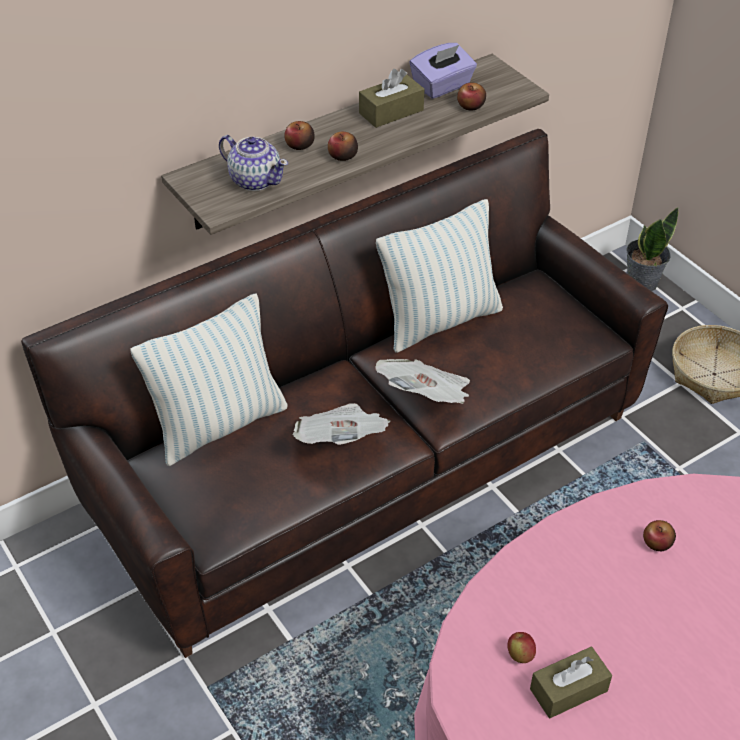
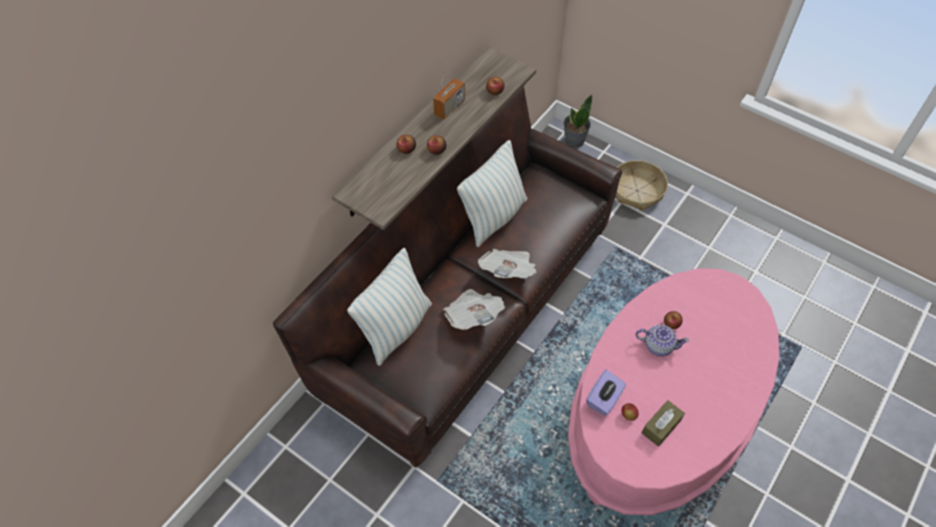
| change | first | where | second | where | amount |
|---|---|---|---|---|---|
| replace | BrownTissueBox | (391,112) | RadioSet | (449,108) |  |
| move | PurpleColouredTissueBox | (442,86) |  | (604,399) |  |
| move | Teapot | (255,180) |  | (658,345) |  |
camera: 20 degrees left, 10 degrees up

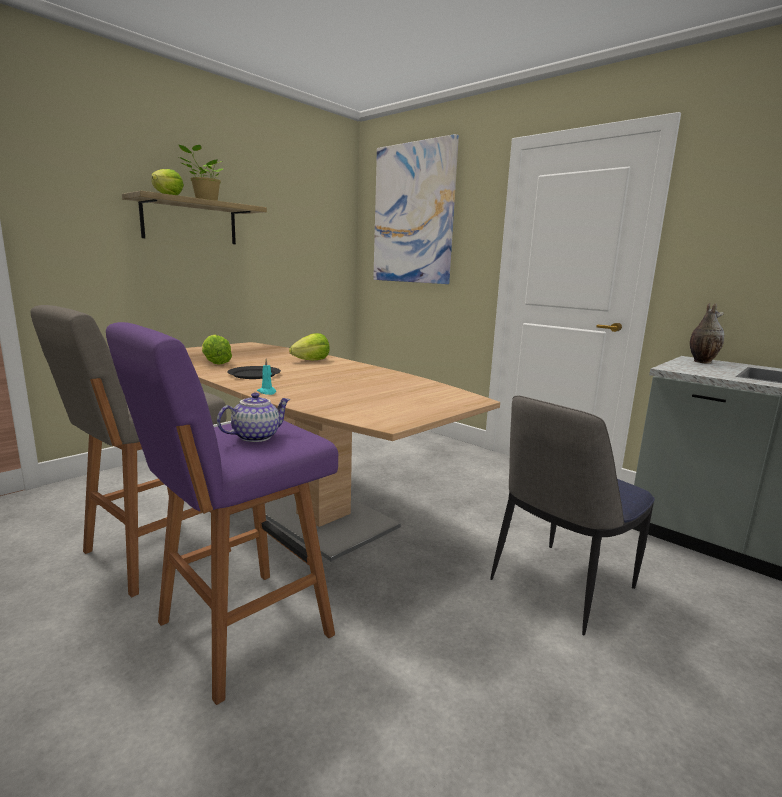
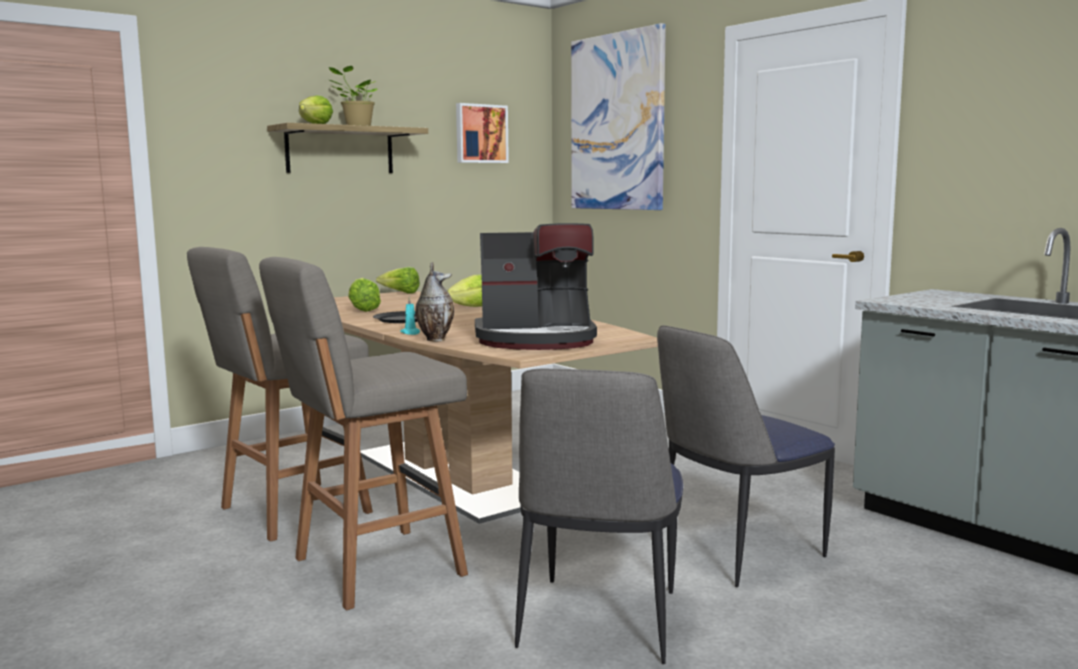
| change | first | where | second | where | amount |
|---|---|---|---|---|---|
| recolor | PurpleColouredStool | (239,631) | GreyStool | (373,568) |  |
| insert |  |  | HeadOfLettuce | (400,293) |  |
| move | DecorativeVase | (701,362) |  | (435,339) |  |
| insert |  |  | WallArt | (480,134) |  |
| insert |  |  | CoffeeBrewer | (536,340) |  |
| insert |  |  | UprightChair | (598,622) |  |
| delete | Teapot | (256,436) |  |  |  |
camera: 10 degrees right, 5 degrees down

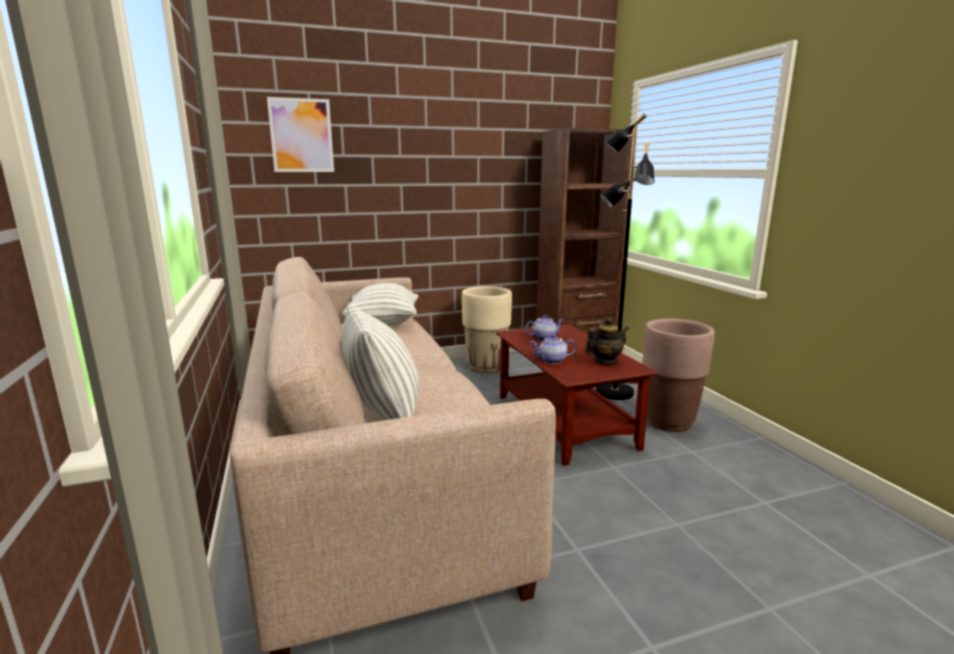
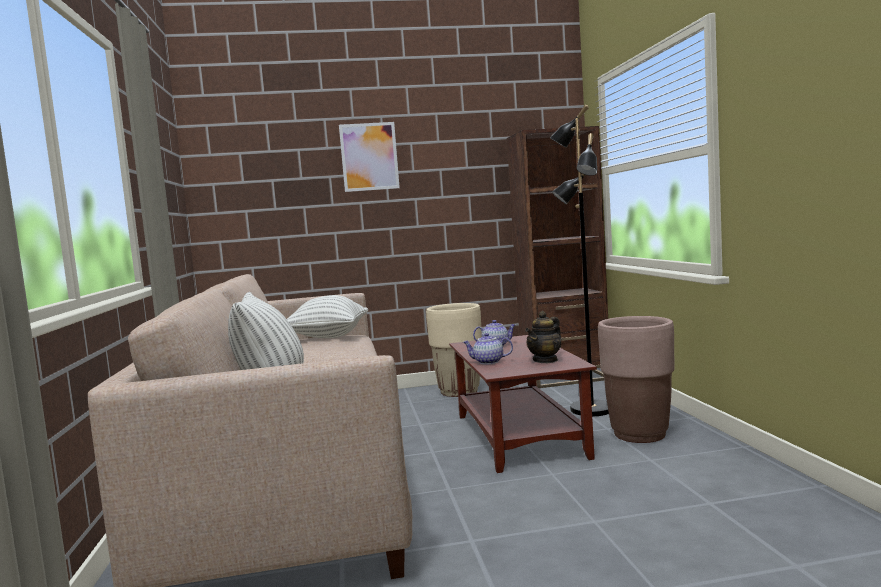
| change | first | where | second | where | amount |
|---|---|---|---|---|---|
| move | WallArt | (301,135) |  | (369,157) |  |
| rotate | Teapot | (605,361) |  | (545,360) | 150 degrees clockwise |
camera: 10 degrees right, 10 degrees down

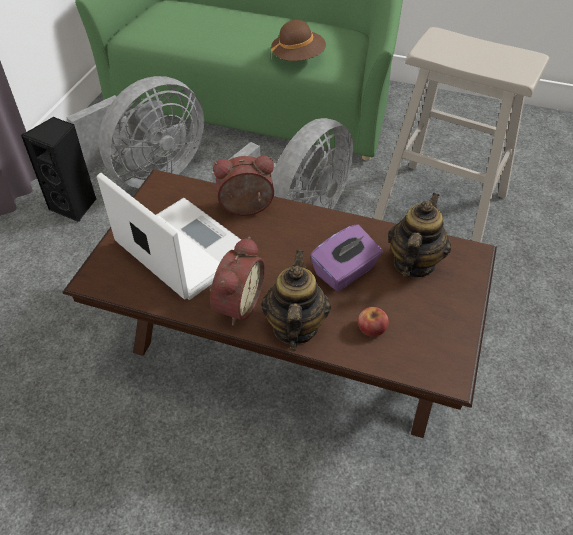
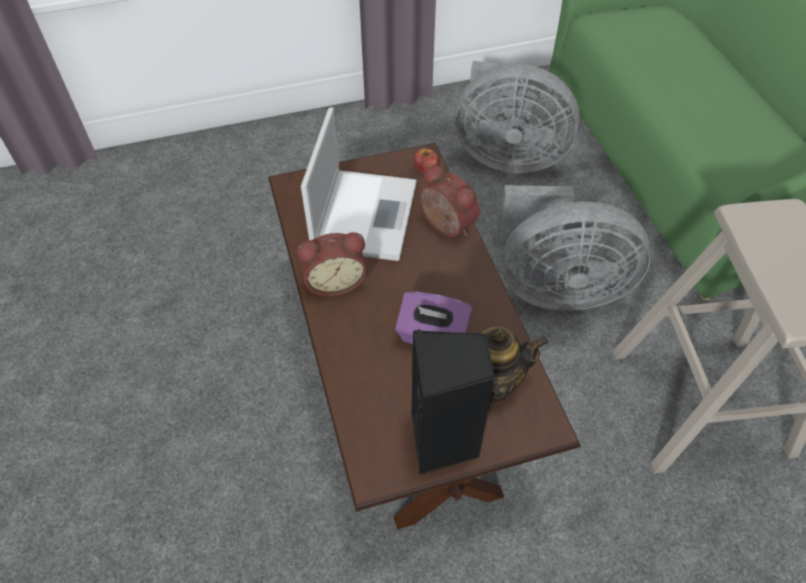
| change | first | where | second | where | amount |
|---|---|---|---|---|---|
| move | BlackColouredAudioSpeaker | (75,206) |  | (444,441) |  |
| move | Apple | (371,328) |  | (426,167) |  |
| delete | Teapot | (294,327) |  |  |  |
| delete | BrownHat | (298,58) |  |  |  |
camera: 55 degrees right, 5 degrees up

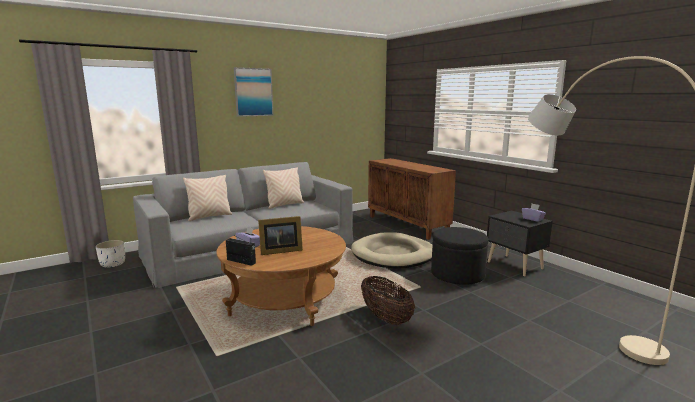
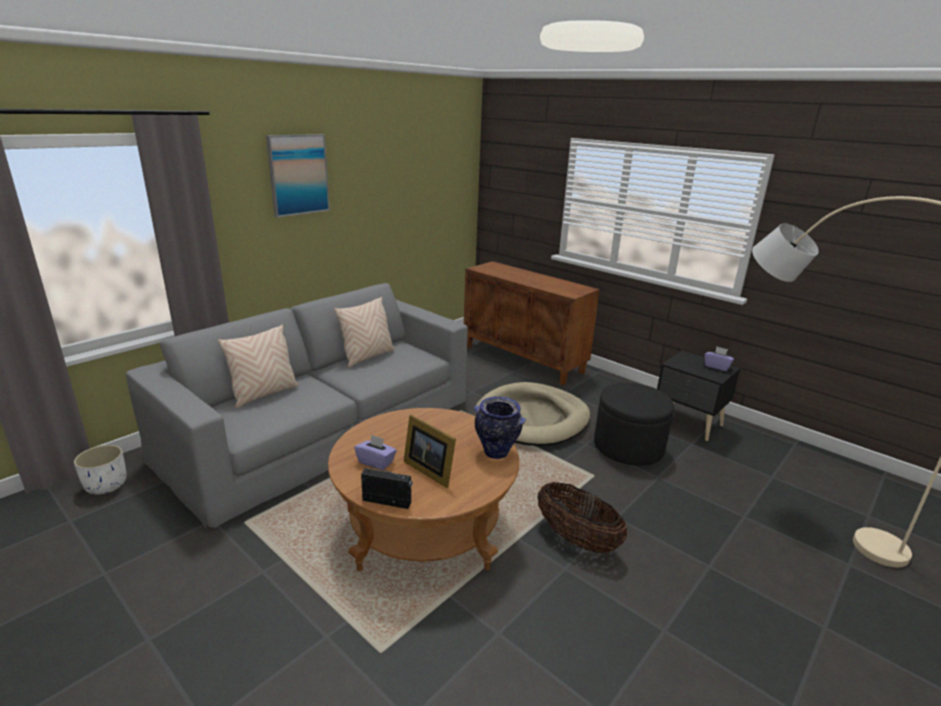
| change | first | where | second | where | amount |
|---|---|---|---|---|---|
| rotate | PictureFrame | (279,251) |  | (429,469) | 75 degrees clockwise |
| insert |  |  | DecorativeVase | (497,453) |  |
camera: 15 degrees left, 10 degrees up

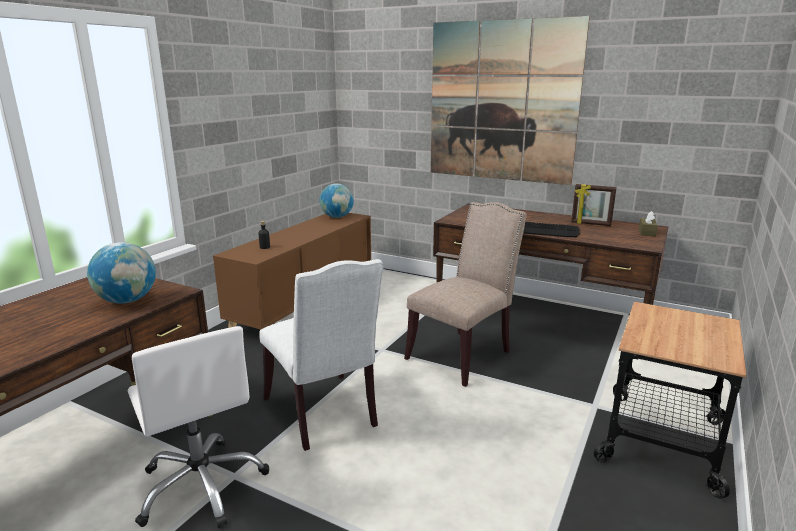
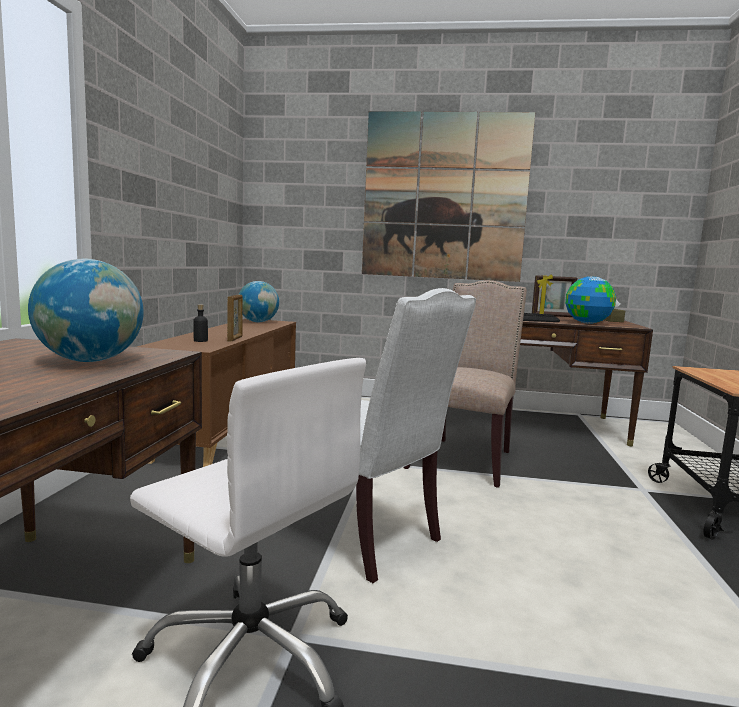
| change | first | where | second | where | amount |
|---|---|---|---|---|---|
| insert |  |  | PictureFrame | (235,339) |  |
| insert |  |  | DeskGlobe | (587,323) |  |
camera: 20 degrees left, 10 degrees down

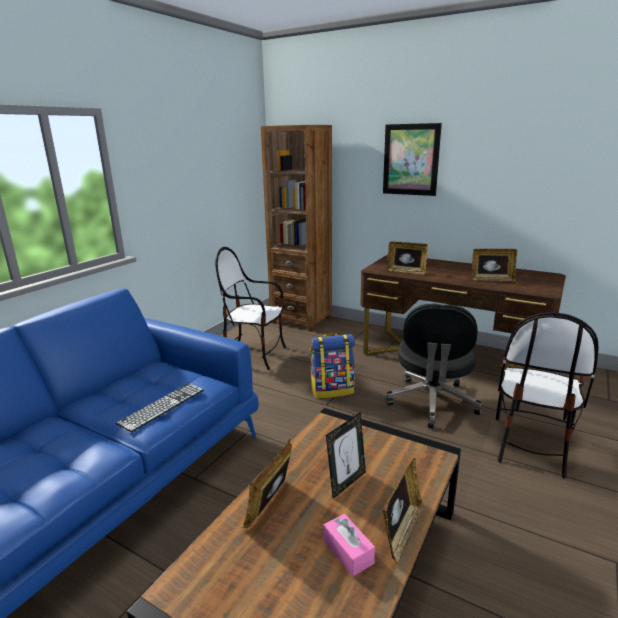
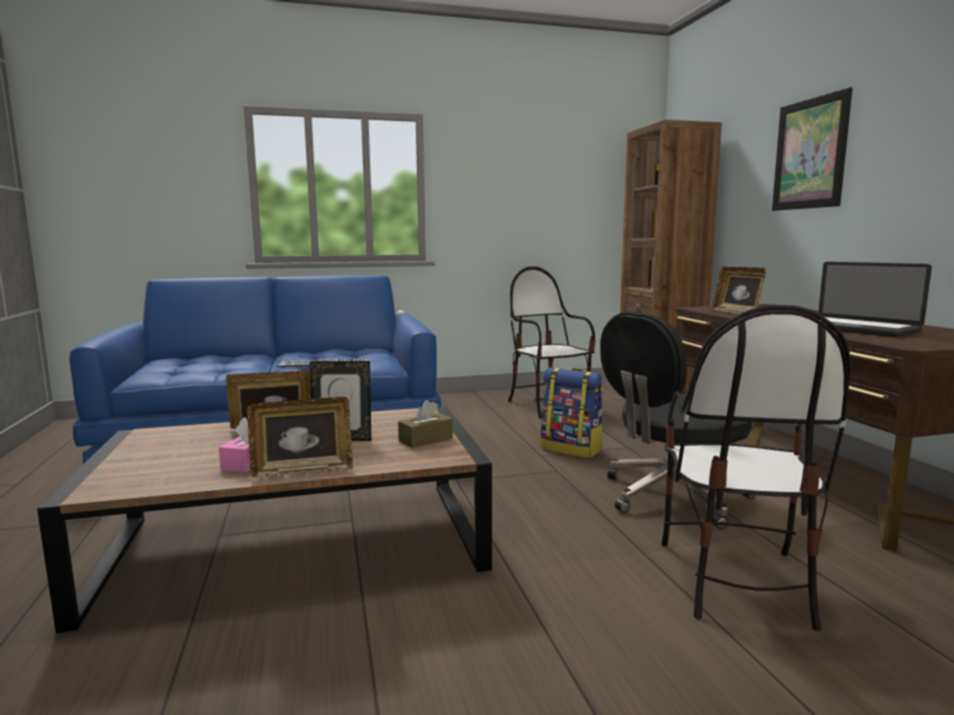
| change | first | where | second | where | amount |
|---|---|---|---|---|---|
| insert |  |  | BrownTissueBox | (426,440) |  |
| rotate | UprightChair | (530,445) |  | (735,580) | 60 degrees counterclockwise |
| replace | PictureFrame | (491,279) | Laptop | (854,329) |  |
camera: 45 degrees right, 10 degrees down

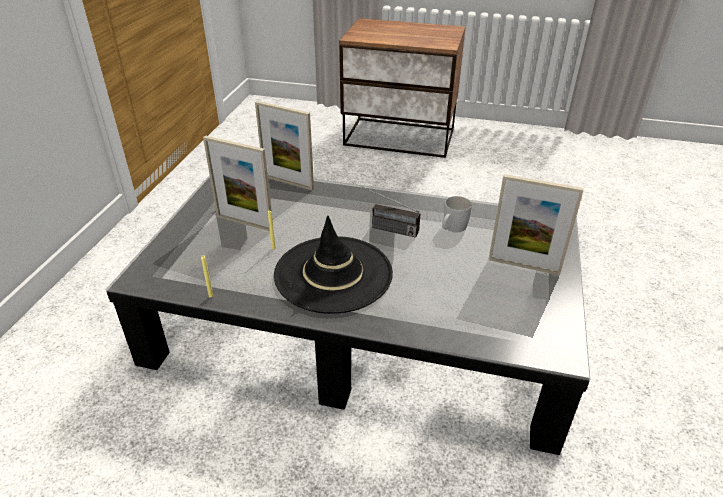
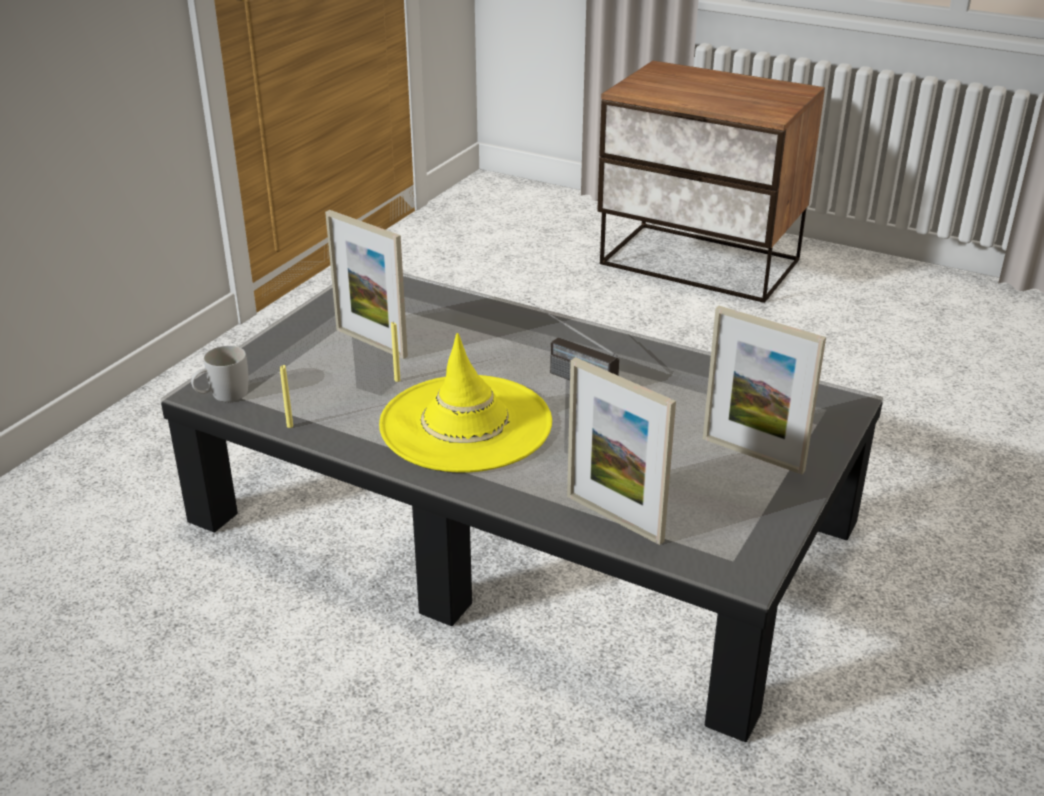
| change | first | where | second | where | amount |
|---|---|---|---|---|---|
| move | WhiteMug | (452,228) |  | (222,395) |  |
| recolor | BlackColouredHat | (333,274) | YellowColouredHat | (466,424) |  |
| move | PictureFrame | (288,182) |  | (614,518) |  |
camera: 15 degrees right, 5 degrees down

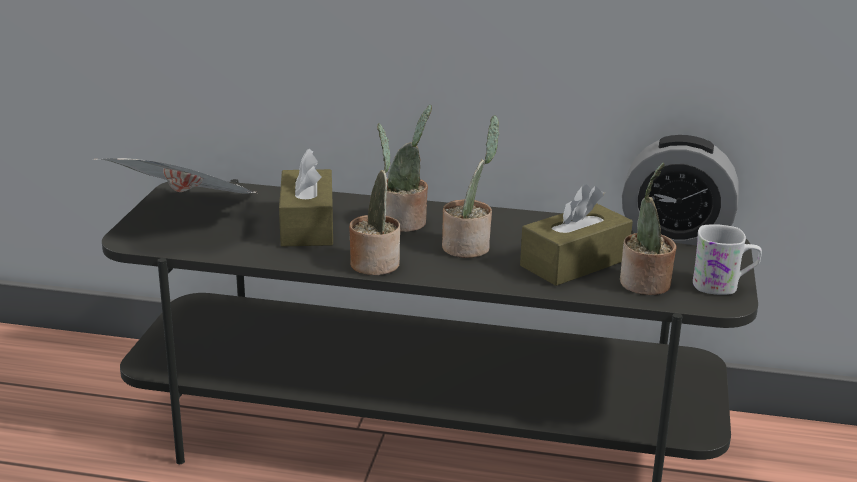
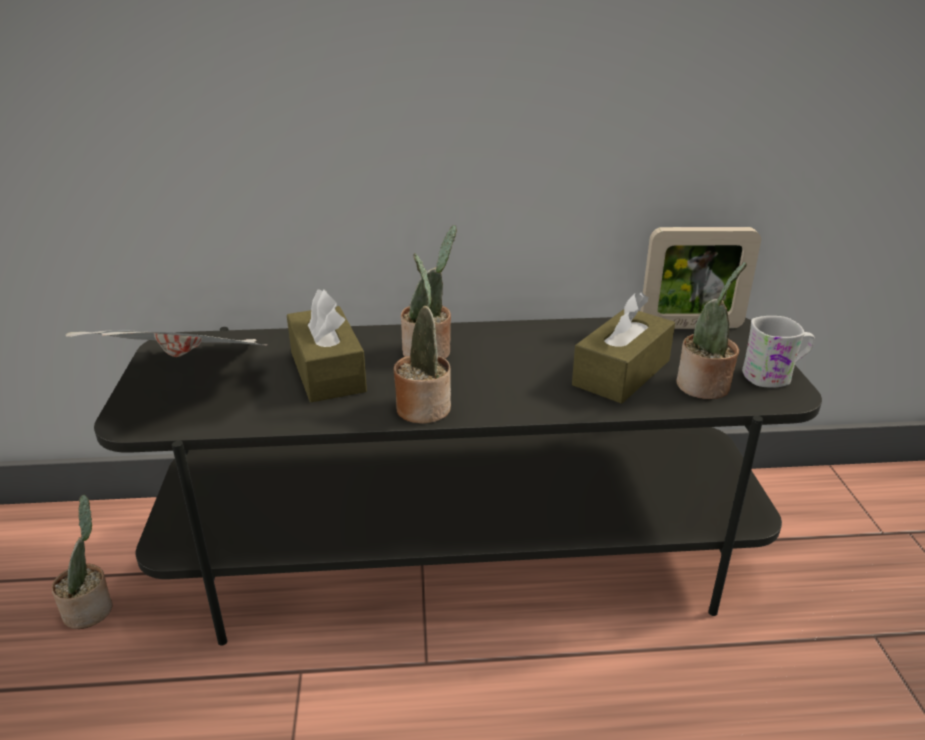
| change | first | where | second | where | amount |
|---|---|---|---|---|---|
| move | PottedPlant | (469,247) |  | (91,608) |  |
| replace | BedsideClock | (675,234) | PictureFrame | (690,326) |  |
camera: 15 degrees left, 5 degrees up

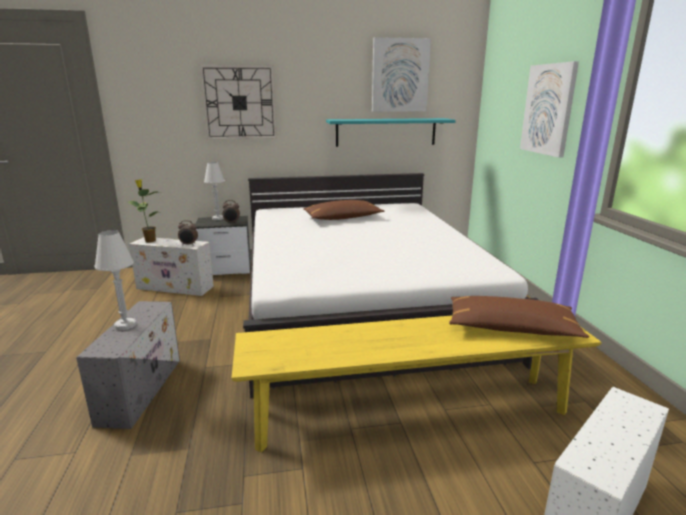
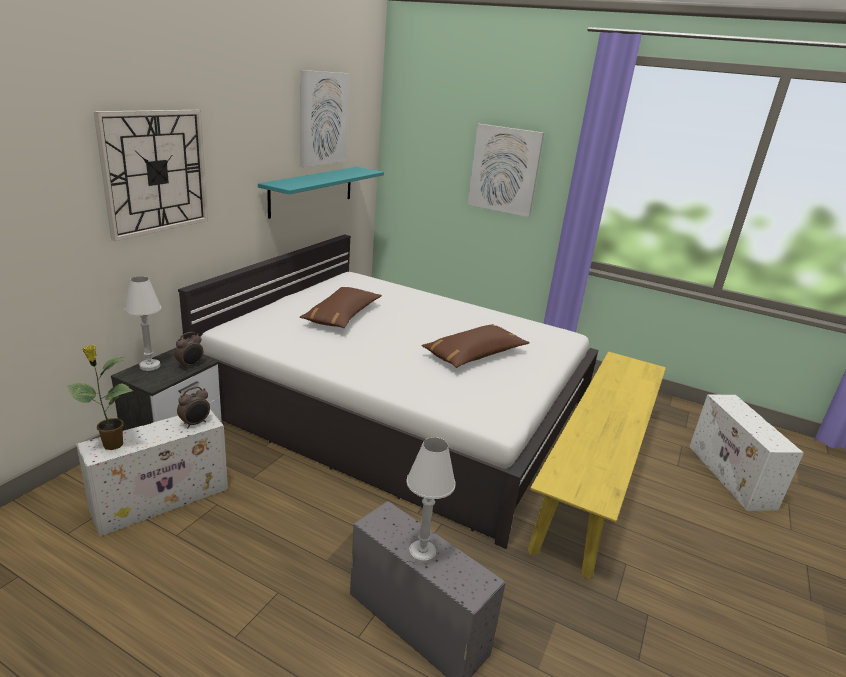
| change | first | where | second | where | amount |
|---|---|---|---|---|---|
| move | BrownPillow | (511,328) |  | (474,355) |  |
camera: 55 degrees left, 5 degrees up

